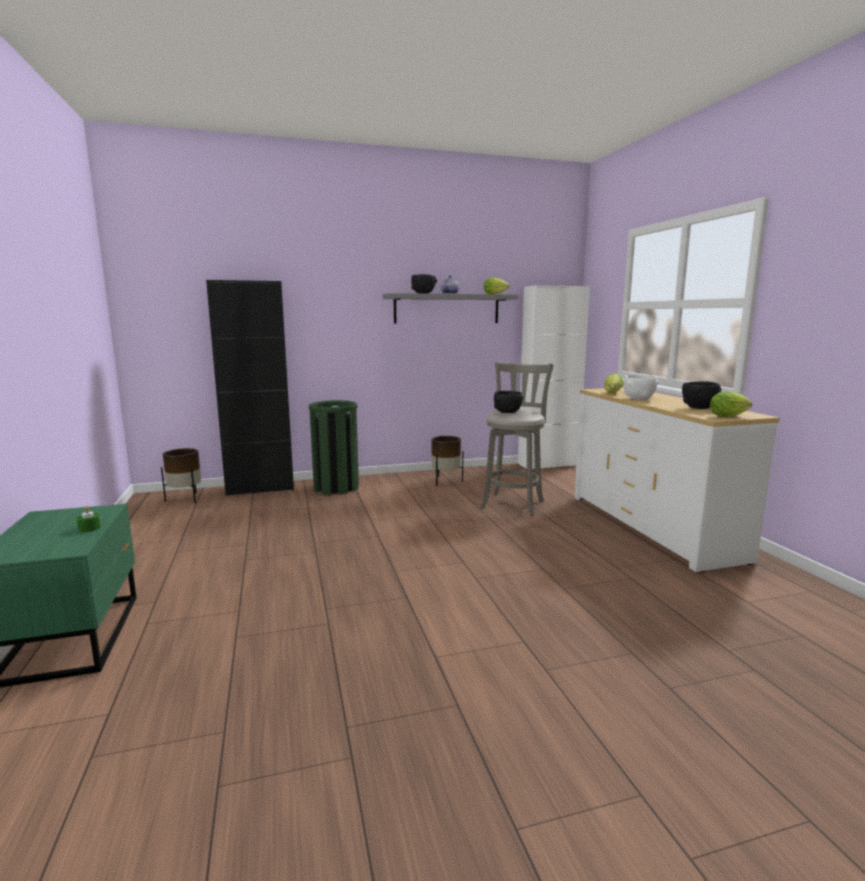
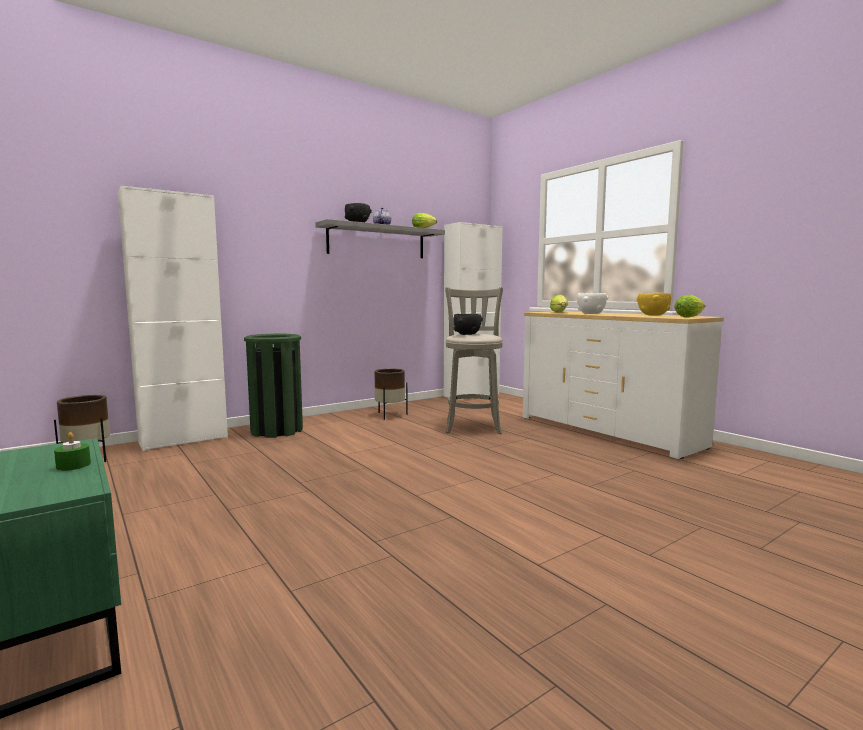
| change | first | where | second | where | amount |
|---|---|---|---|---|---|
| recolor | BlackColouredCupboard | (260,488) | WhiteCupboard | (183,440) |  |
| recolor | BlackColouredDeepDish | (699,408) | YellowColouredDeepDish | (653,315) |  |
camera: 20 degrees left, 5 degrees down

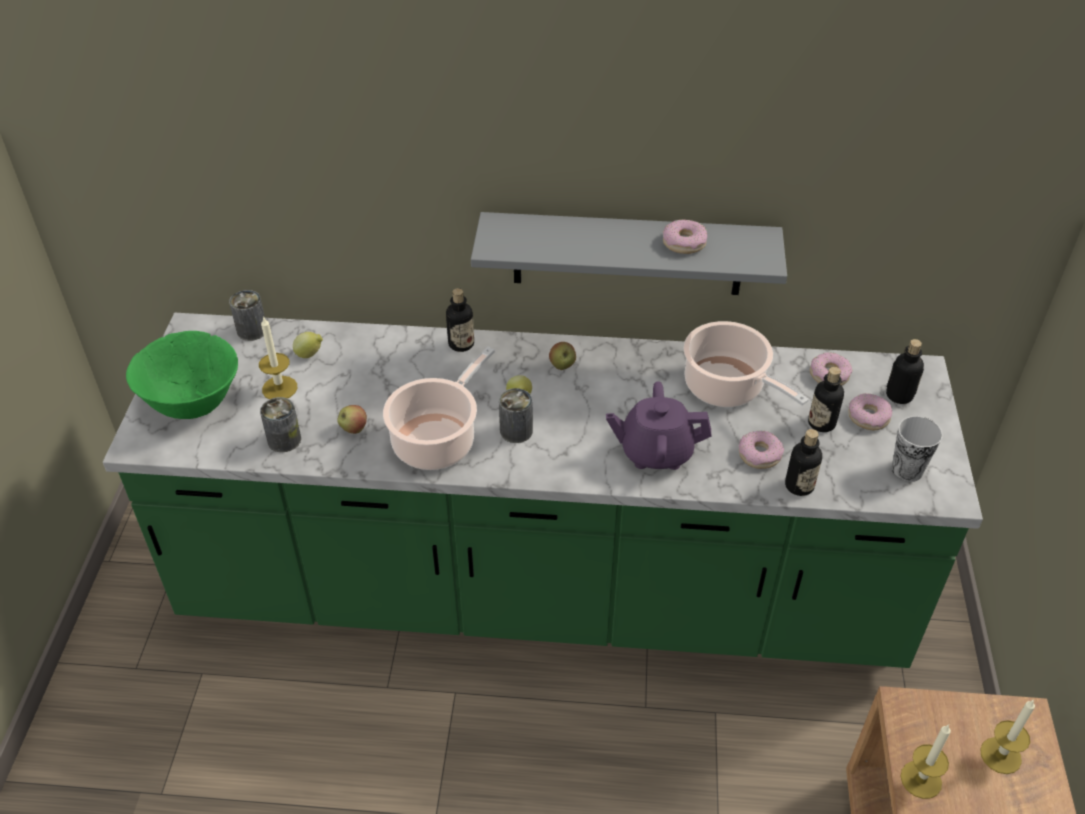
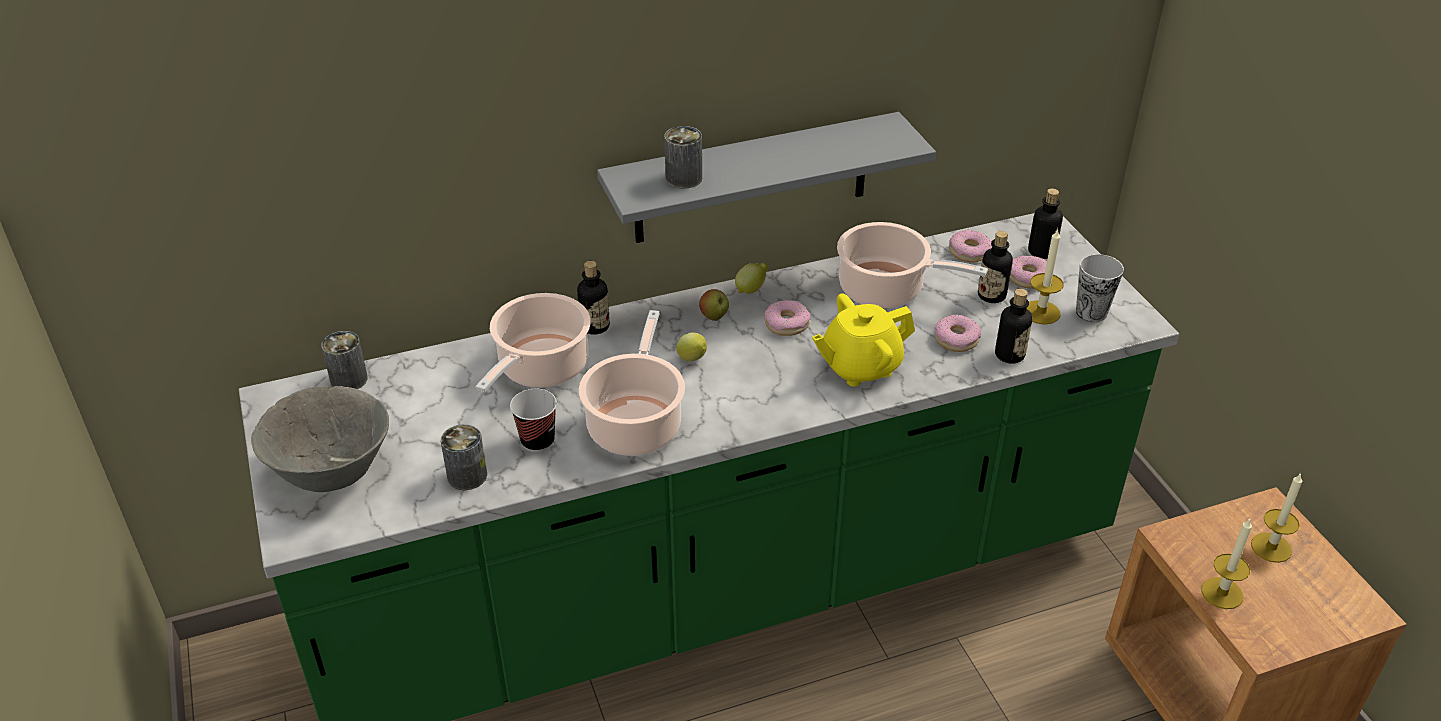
| change | first | where | second | where | amount |
|---|---|---|---|---|---|
| recolor | GreenishDeepDish | (192,403) | GreyDeepDish | (331,473) |  |
| insert |  |  | CookingPot | (540,369) |  |
| replace | Apple | (354,429) | DrinkingCup | (537,441) |  |
| move | MetalCan | (516,431) |  | (683,178) |  |
| move | Lemon | (310,355) |  | (751,289) |  |
| move | Donut | (684,243) |  | (786,324) |  |
| recolor | PurpleColouredTeapot | (655,452) | YellowColouredTeapot | (860,367) |  |
| move | Candle | (279,388) |  | (1041,312) |  |
camera: 25 degrees left, 5 degrees down

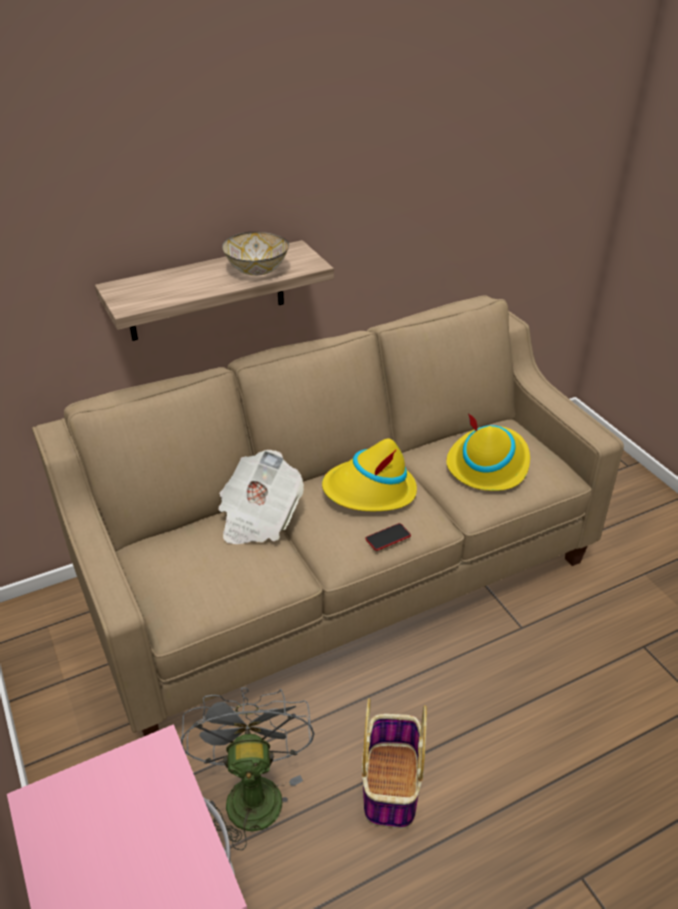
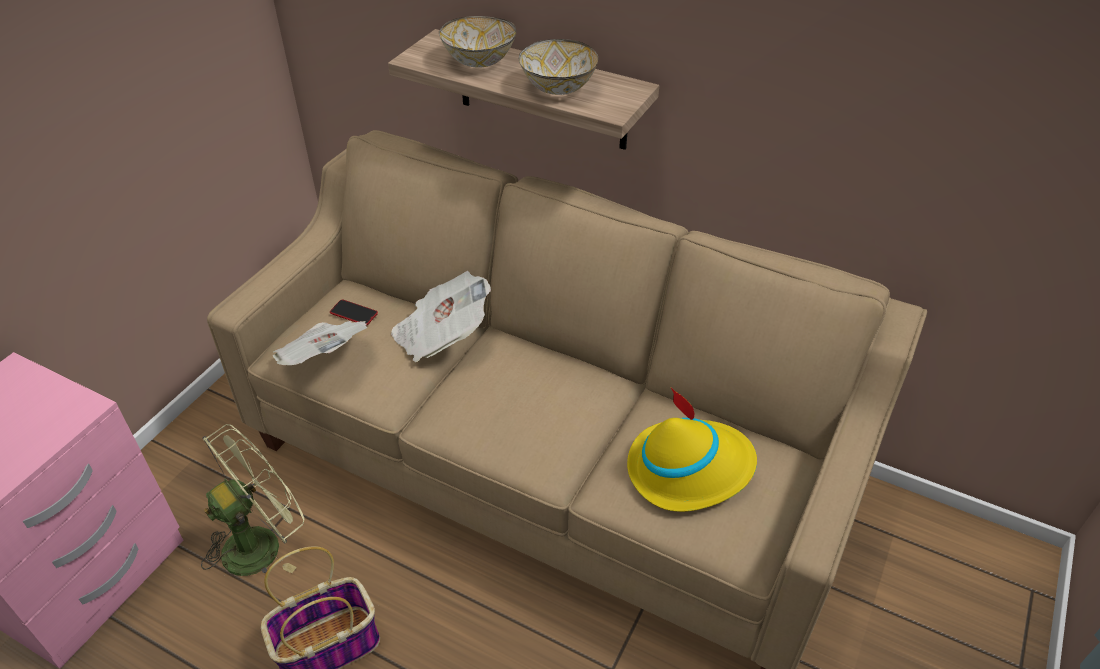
| change | first | where | second | where | amount |
|---|---|---|---|---|---|
| recolor | GreyFan | (251,791) | GreenishFan | (262,542) |  |
| insert |  |  | Newspaper | (324,359) |  |
| move | Phone | (388,537) |  | (354,313) |  |
| insert |  |  | DeepDish | (480,61) |  |
| delete | YellowColouredHat | (369,491) |  |  |  |
camera: 55 degrees right, 5 degrees up

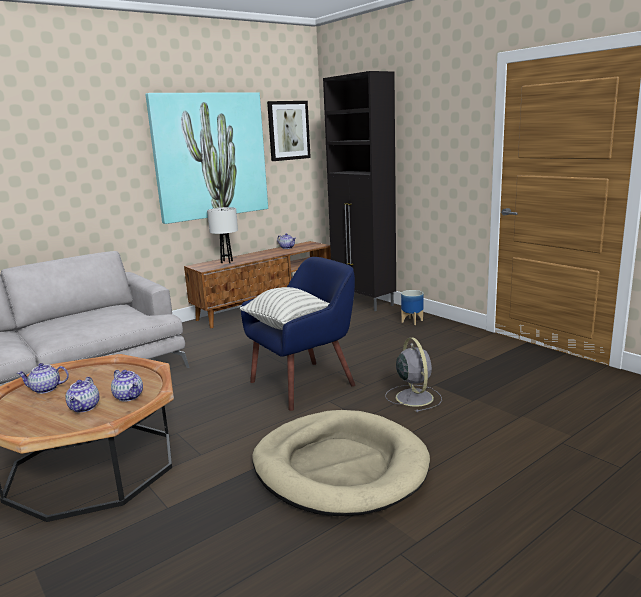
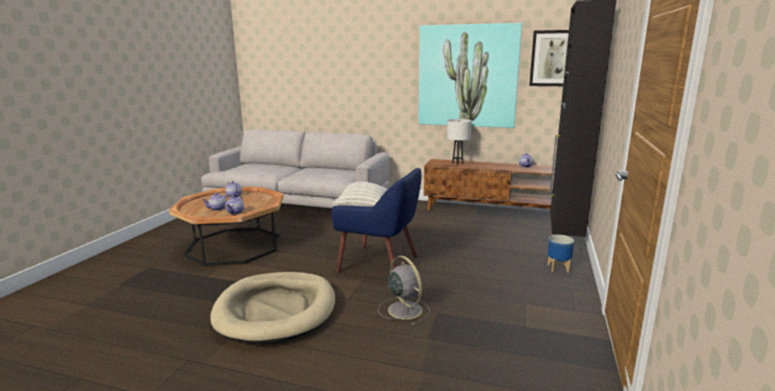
| change | first | where | second | where | amount |
|---|---|---|---|---|---|
| rotate | GreyFan | (413,397) |  | (404,309) | 75 degrees counterclockwise |
camera: 55 degrees right, 0 degrees up

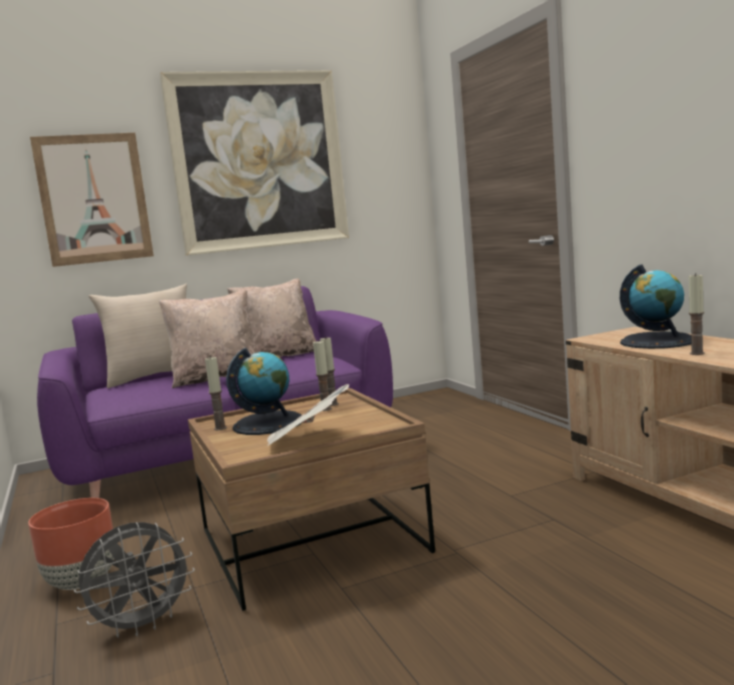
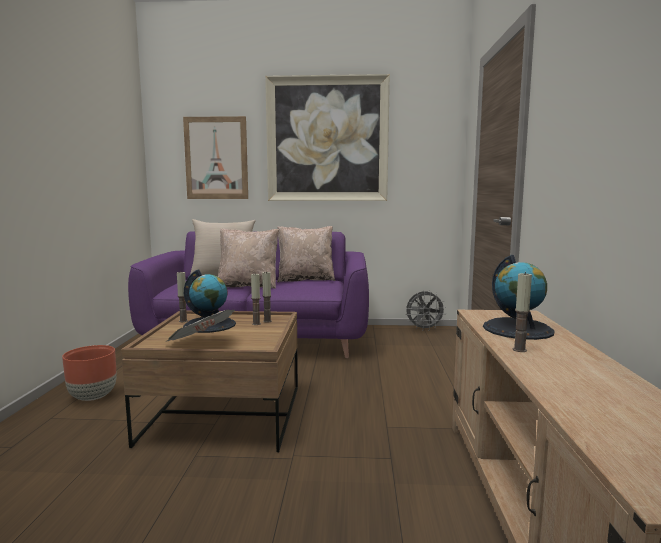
| change | first | where | second | where | amount |
|---|---|---|---|---|---|
| move | GreyFan | (143,625) |  | (424,329) |  |
camera: 25 degrees right, 0 degrees up

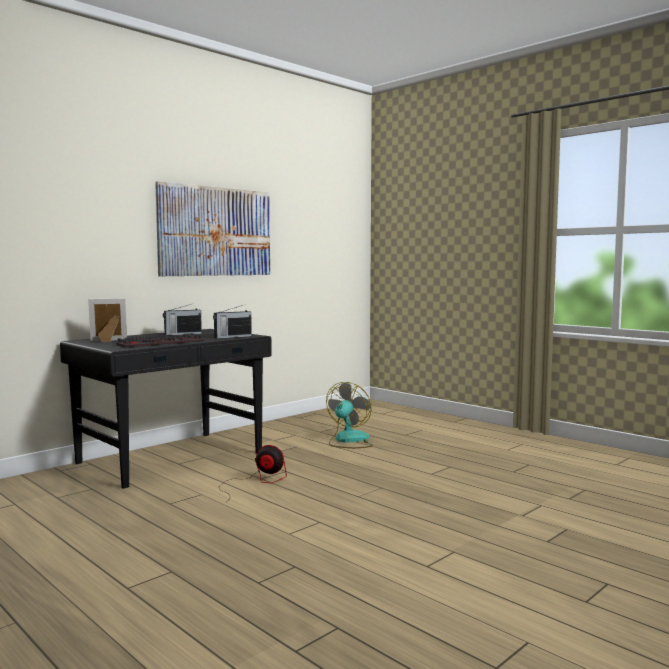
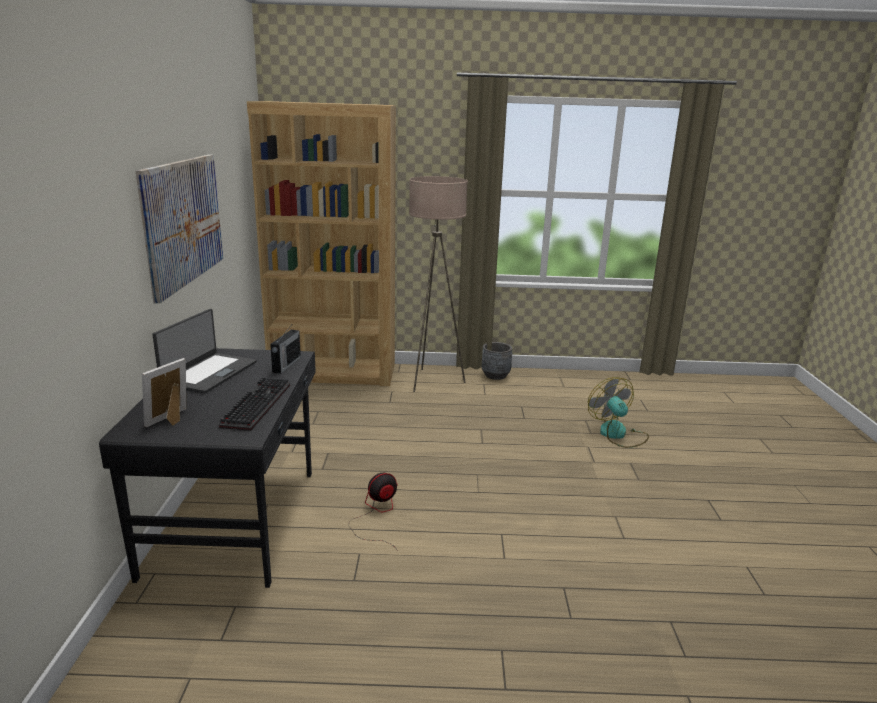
| change | first | where | second | where | amount |
|---|---|---|---|---|---|
| replace | RadioSet | (182,334) | Laptop | (209,373) |  |
| insert |  |  | BrownBookshelf | (333,373) |  |
| insert |  |  | SandColouredFloorLamp | (433,381) |  |
| insert |  |  | GreyFlowerPot | (495,375) |  |
| move | Fan | (348,441) |  | (618,434) |  |
camera: 45 degrees left, 15 degrees up

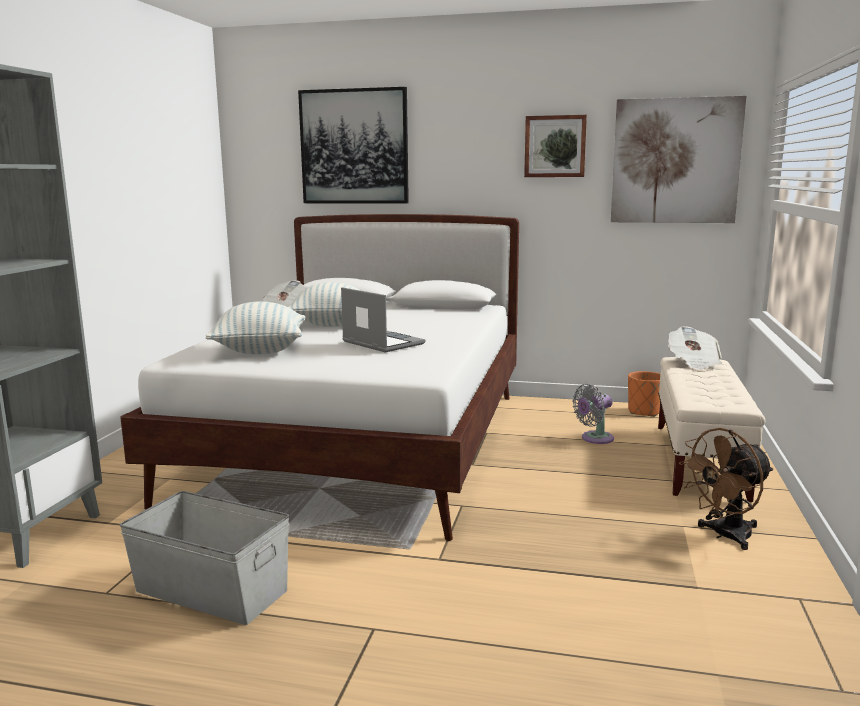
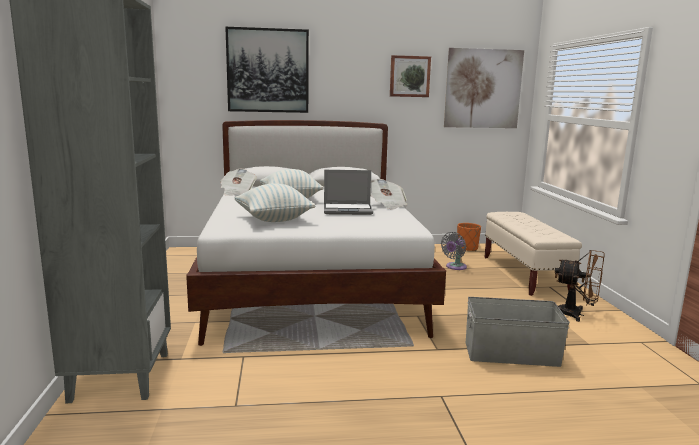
| change | first | where | second | where | amount |
|---|---|---|---|---|---|
| rotate | Laptop | (381,343) |  | (348,210) | 150 degrees clockwise |
| move | Newspaper | (693,362) |  | (387,205) |  |
| move | GreyStorageBox | (211,590) |  | (510,353) |  |
| rotate | BrownFan | (724,536) |  | (576,314) | 105 degrees counterclockwise |
camera: 20 degrees left, 0 degrees up

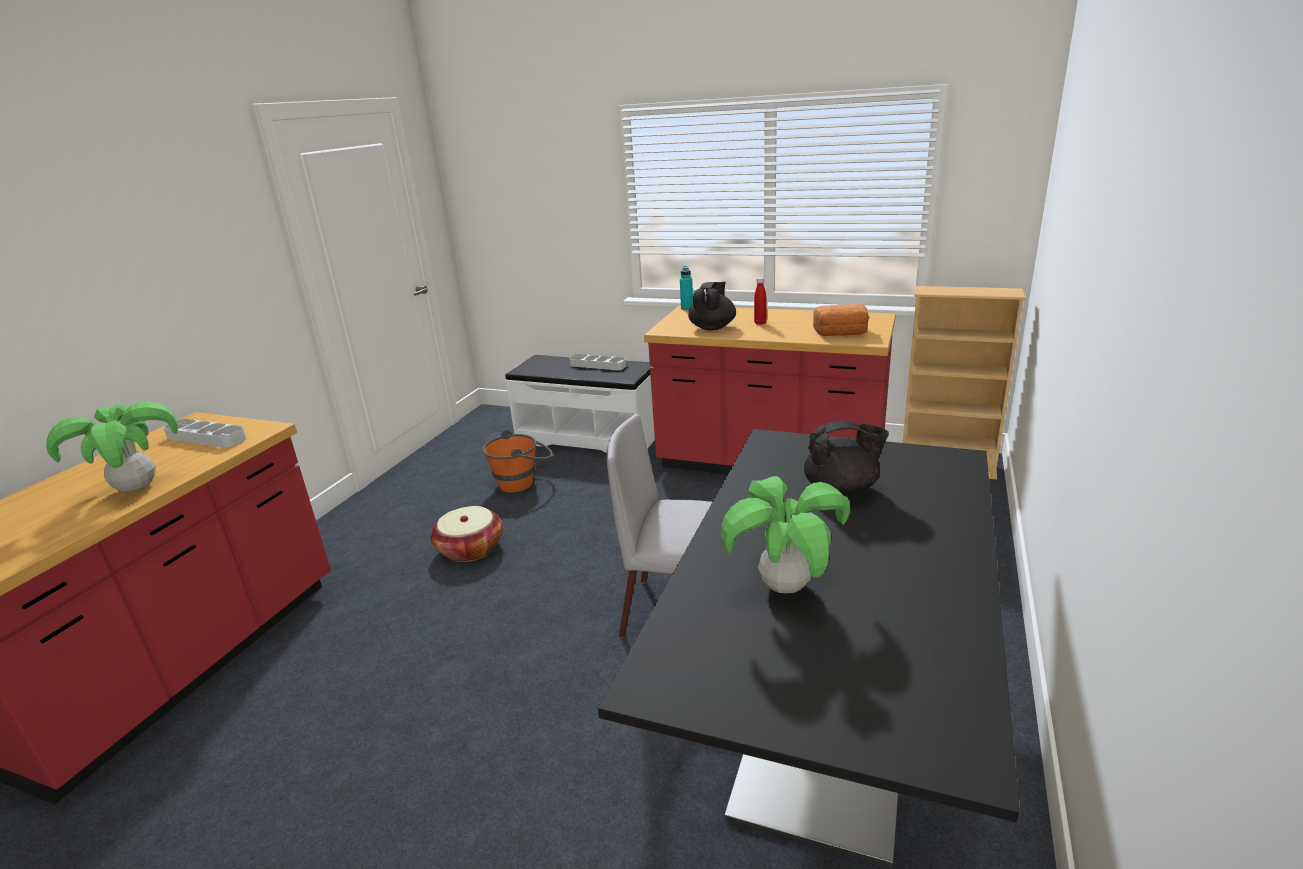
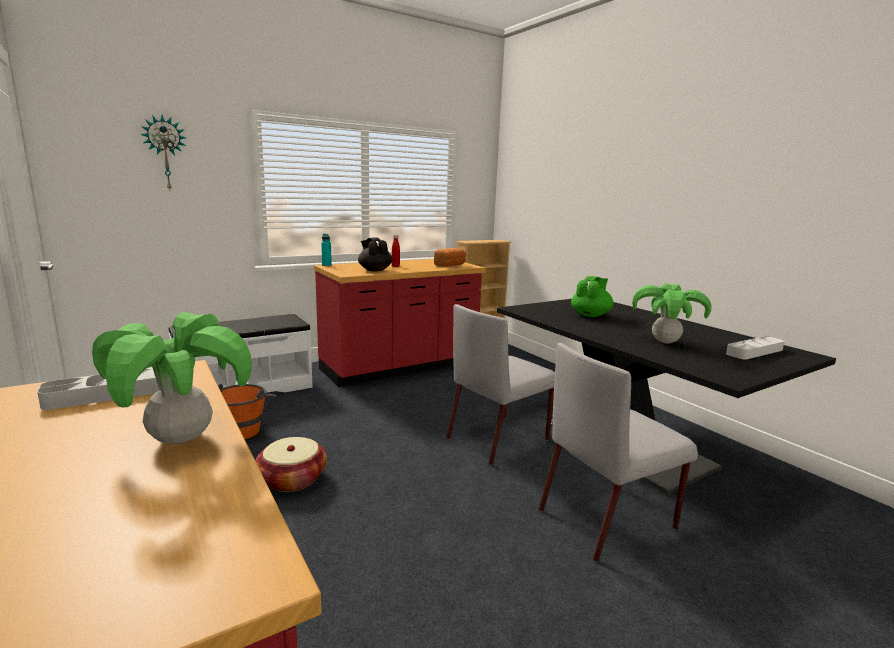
| change | first | where | second | where | amount |
|---|---|---|---|---|---|
| insert |  |  | HangingClock | (165,153) |  |
| insert |  |  | GreyUprightChair | (608,518) |  |
| recolor | BlackColouredTeapot | (842,489) | GreenishTeapot | (590,315) |  |
| move | GreyCarryingTray | (598,365) |  | (754,351) |  |
camera: 55 degrees left, 10 degrees down

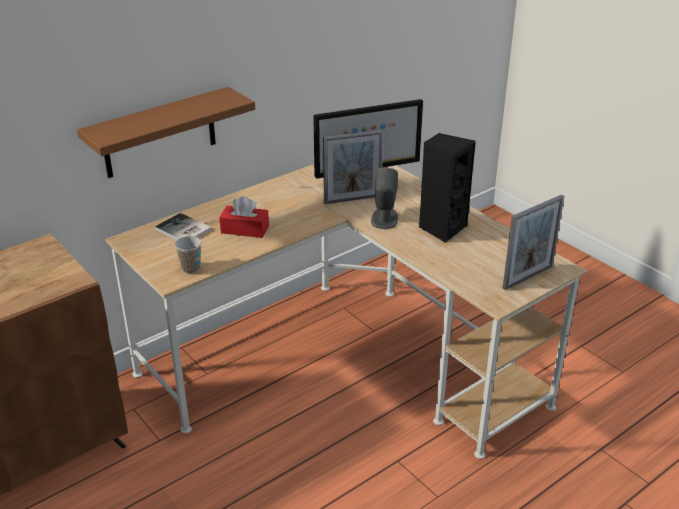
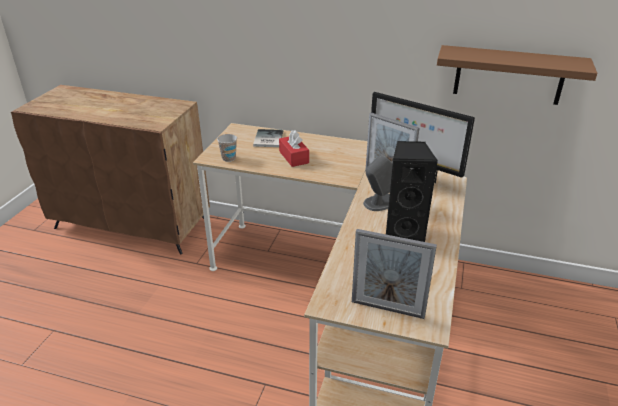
| change | first | where | second | where | amount |
|---|---|---|---|---|---|
| move | BrownBracketShelf | (159,133) |  | (509,75) |  |
camera: 55 degrees right, 0 degrees up

